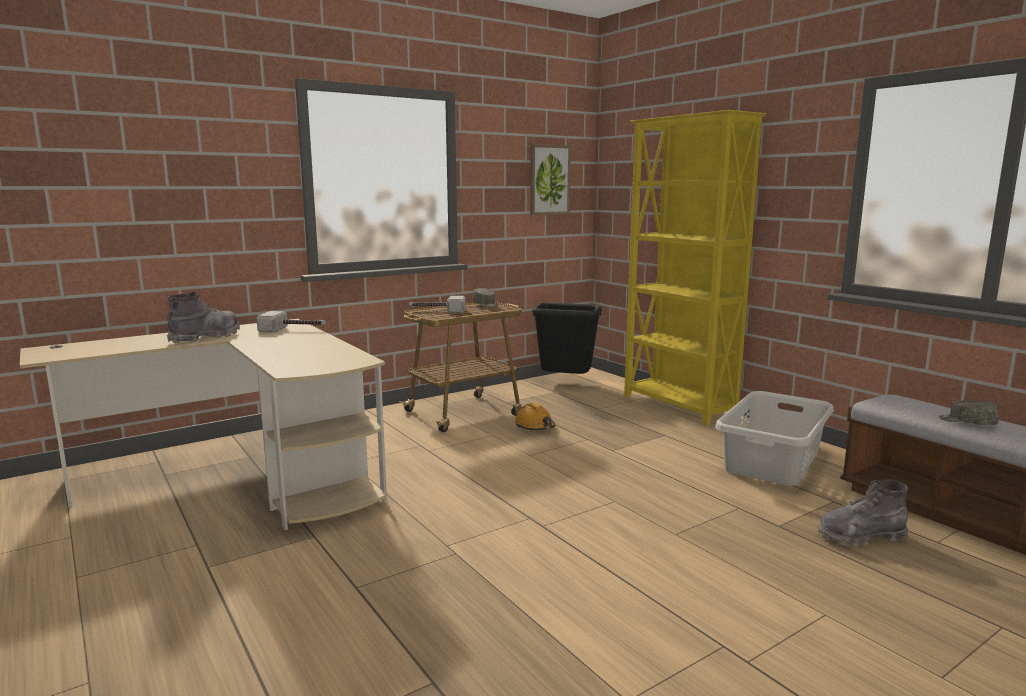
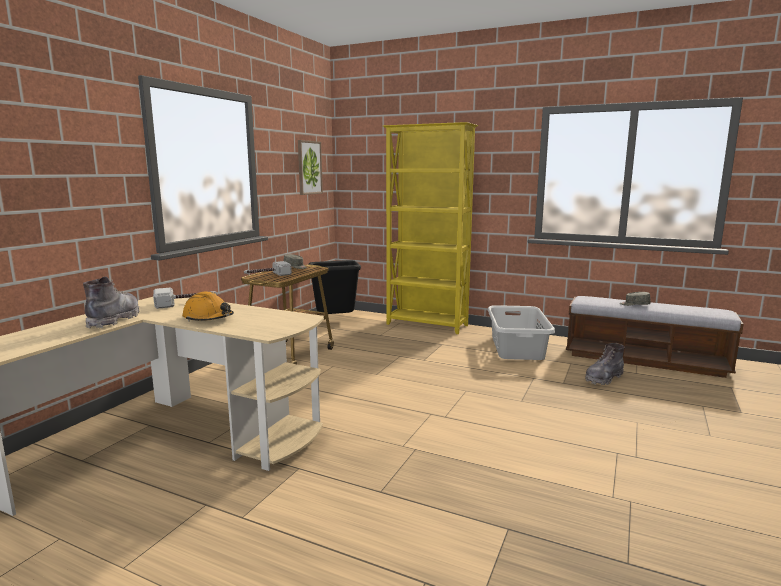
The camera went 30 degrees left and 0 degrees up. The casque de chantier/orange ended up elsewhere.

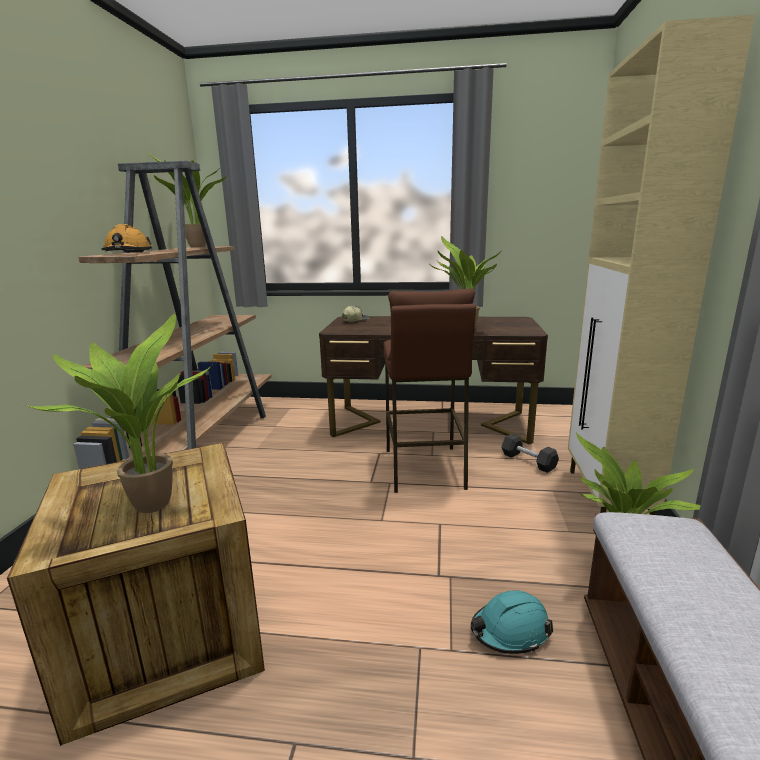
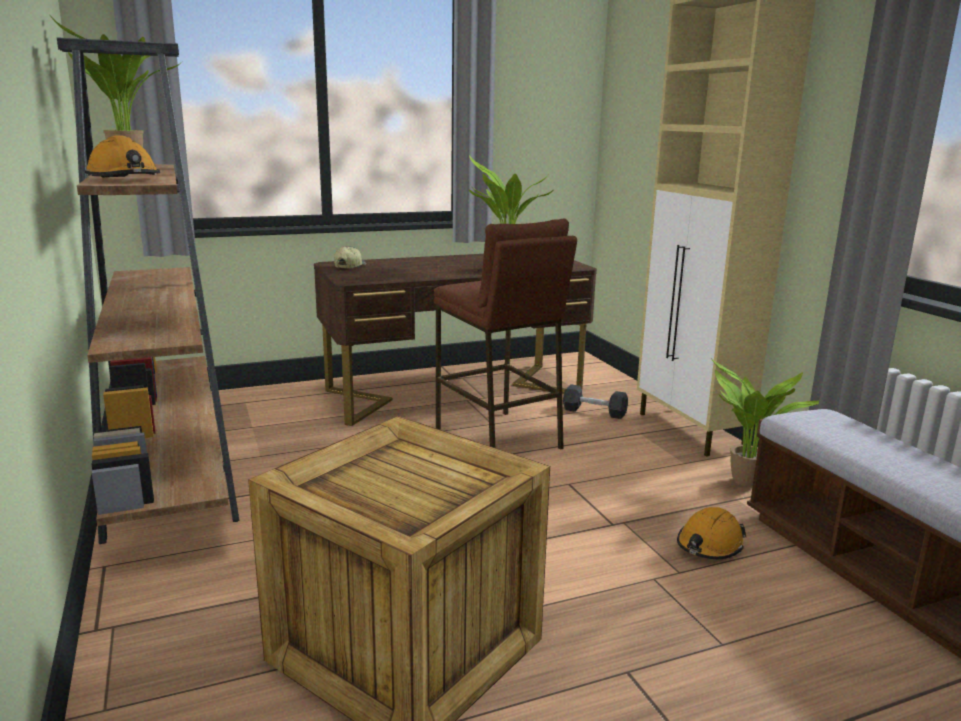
The camera went 30 degrees left and 0 degrees up. The second view lost the plante en pot (no. 1 from left). What was the casque de chantier/turquoise turned into the casque de chantier/orange (no. 2 from left).

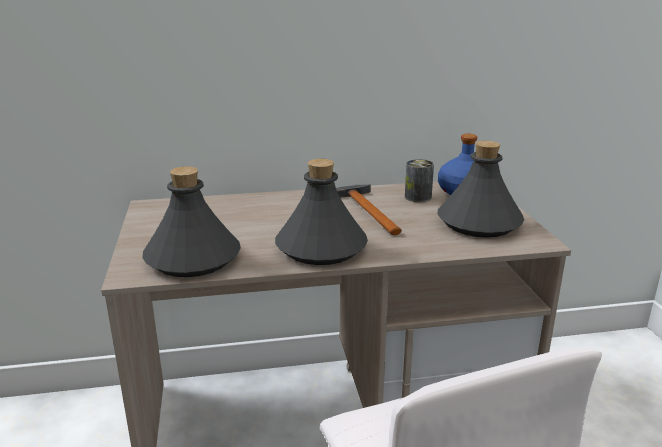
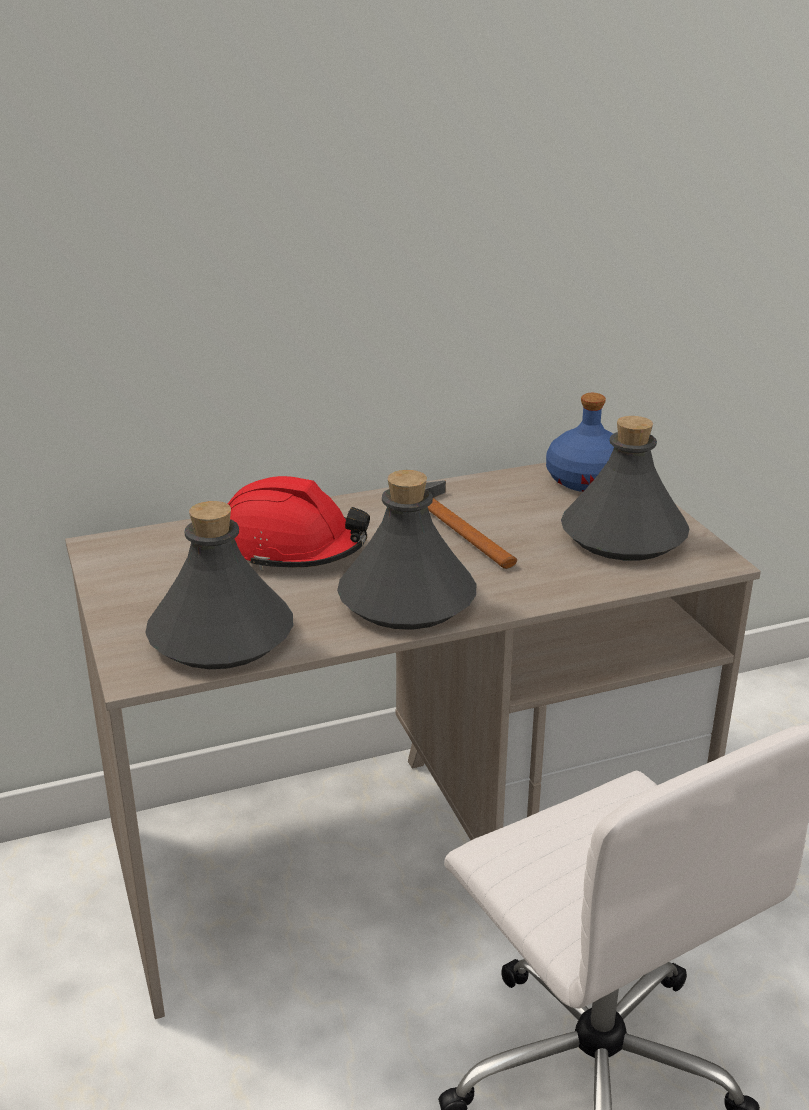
The camera went 10 degrees left and 5 degrees up. The second view lost the boîte métallique. The second view gained the casque de chantier/rouge.

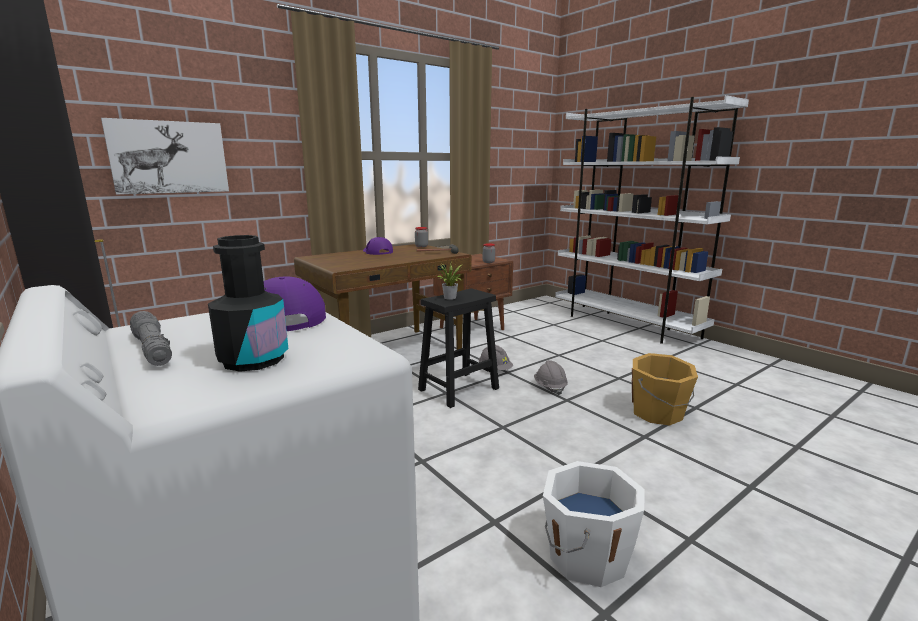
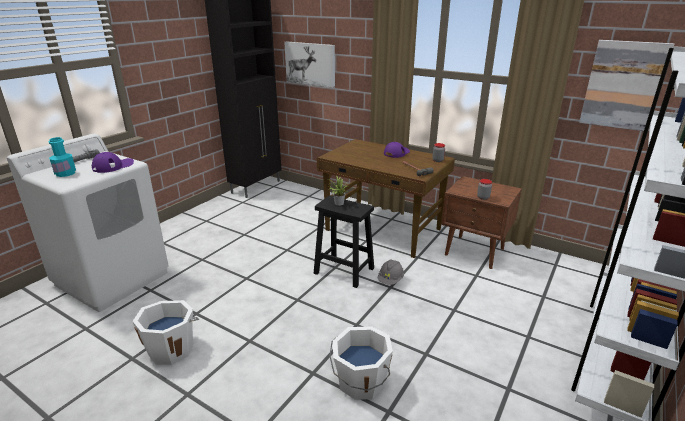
The camera went 70 degrees right and 10 degrees up. What was the bouteille/noir turned into the bouteille/turquoise. What was the seau/orange turned into the seau/blanc (no. 2 from left). The second view lost the casque de chantier/gris (no. 2 from left). The second view gained the tableau (no. 2 from left).

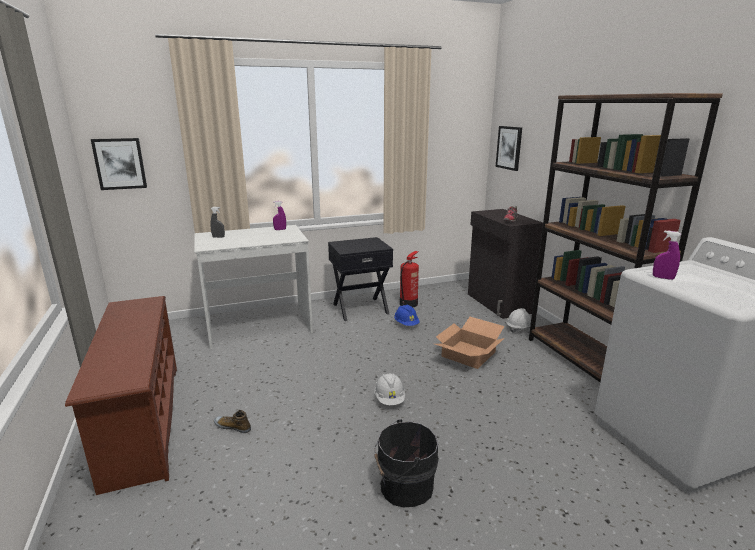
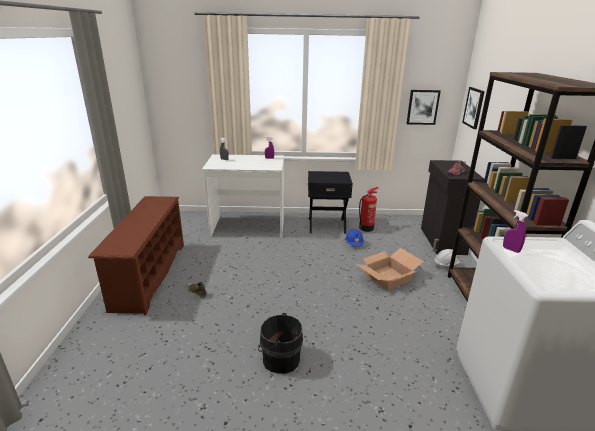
The camera went 20 degrees right and 5 degrees up. The tableau (no. 1 from left) ended up elsewhere. The second view lost the casque de chantier/blanc (no. 1 from left).

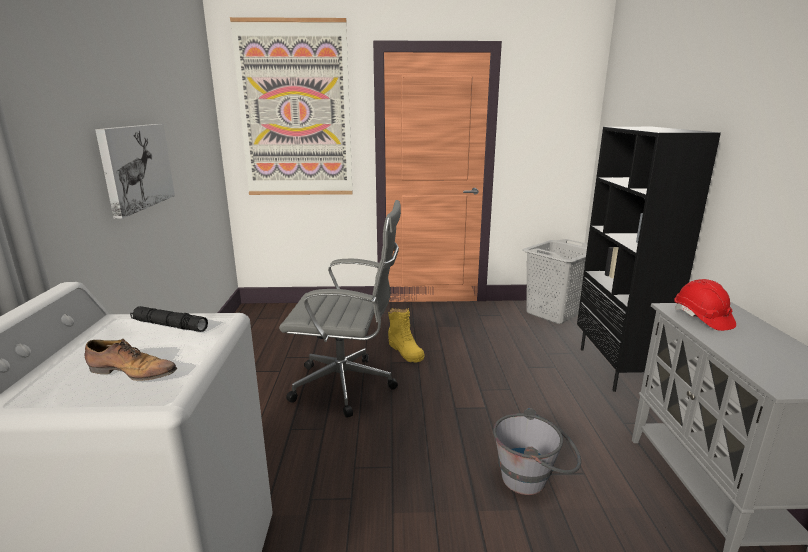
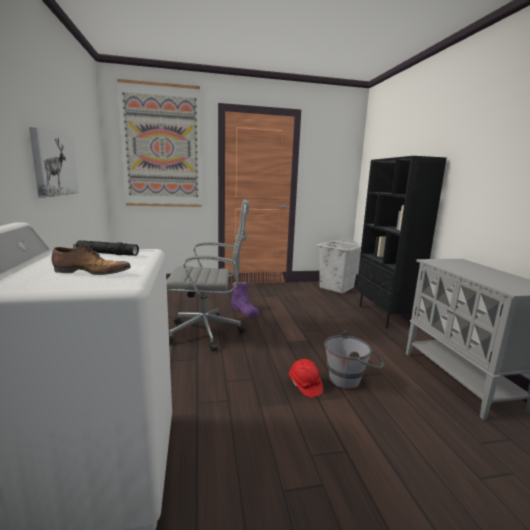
The camera went 10 degrees left and 5 degrees down. The casque de chantier/rouge ended up elsewhere. What was the botte/jaune turned into the botte/violet.

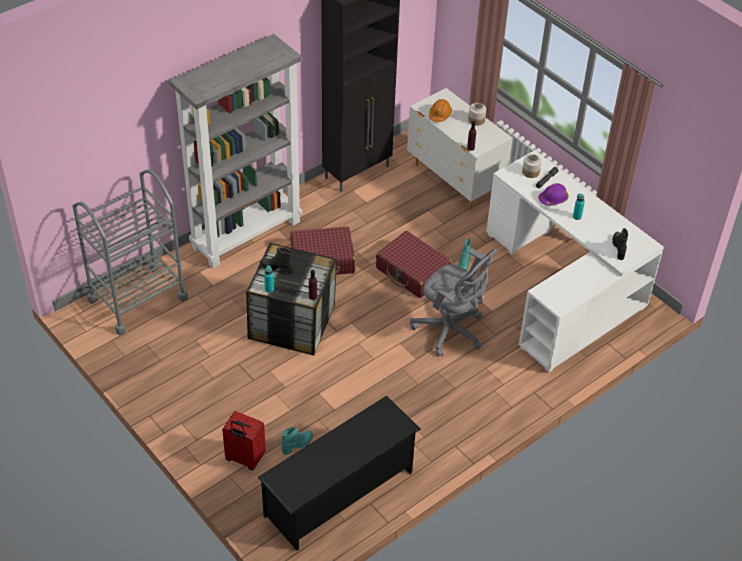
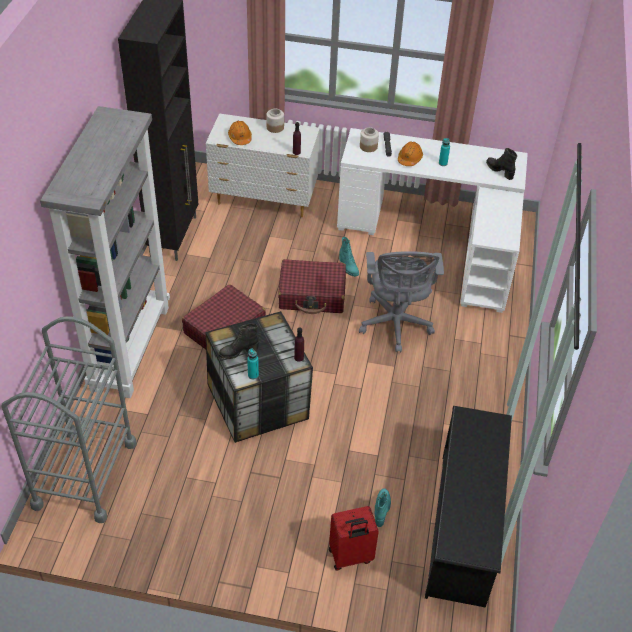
The camera went 40 degrees left and 0 degrees up. What was the casque de chantier/violet turned into the casque de chantier/orange (no. 2 from left). The chaise de bureau/gris ended up facing another way, 90 degrees clockwise from before.

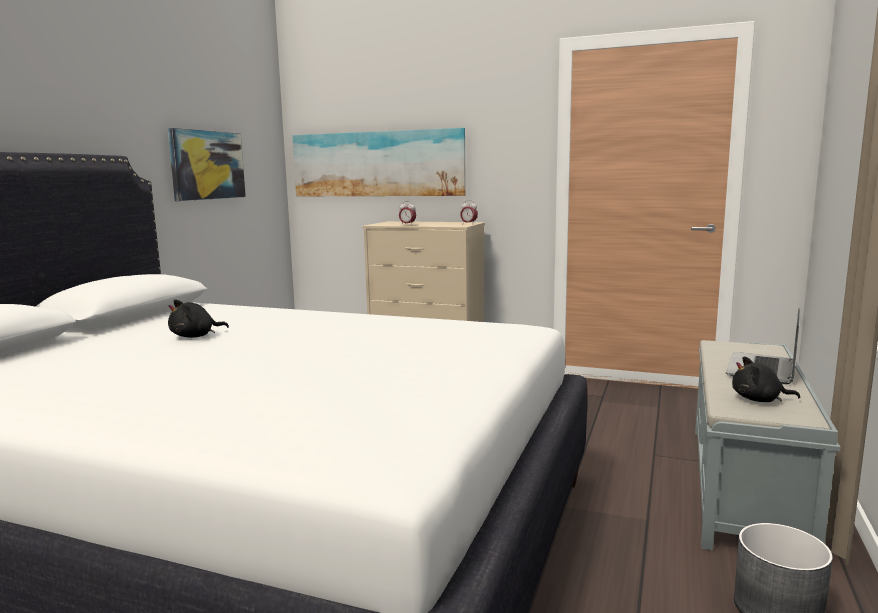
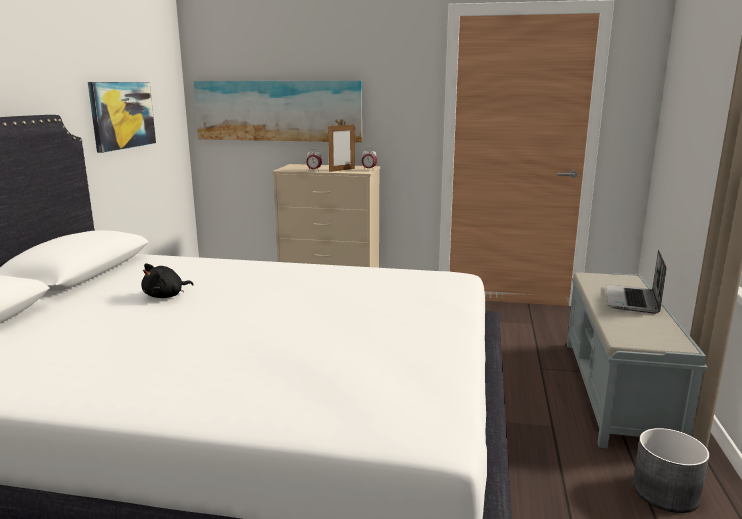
The camera went 10 degrees left and 5 degrees up. The second view lost the peluche/noir (no. 2 from left). The second view gained the cadre photo.

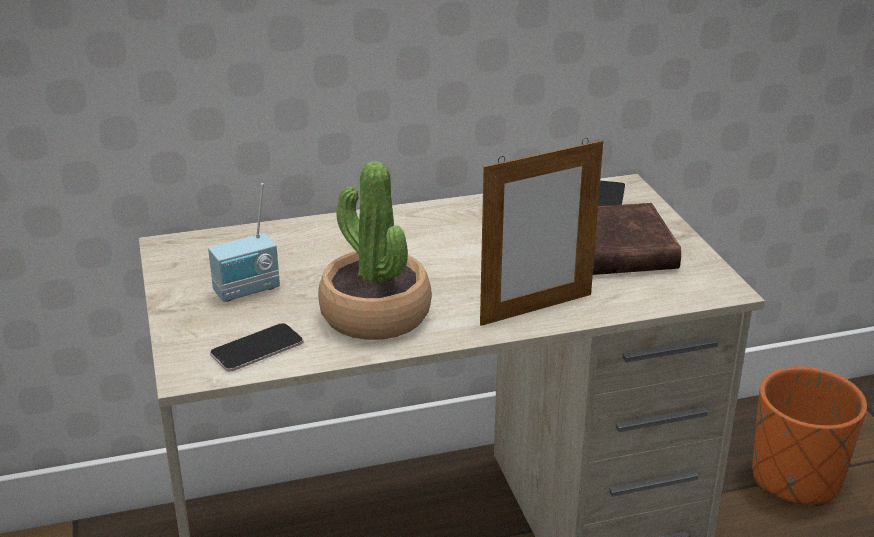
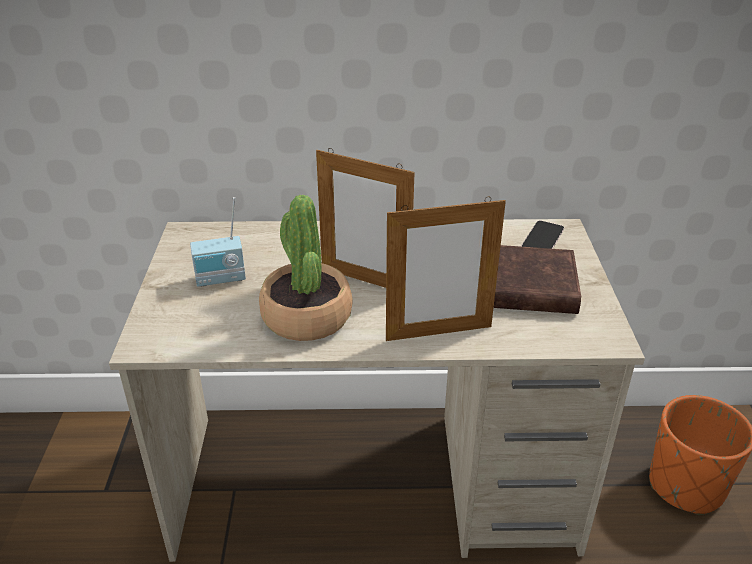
The camera went 15 degrees right and 5 degrees up. The second view lost the téléphone (no. 1 from left). The second view gained the cadre photo (no. 1 from left).

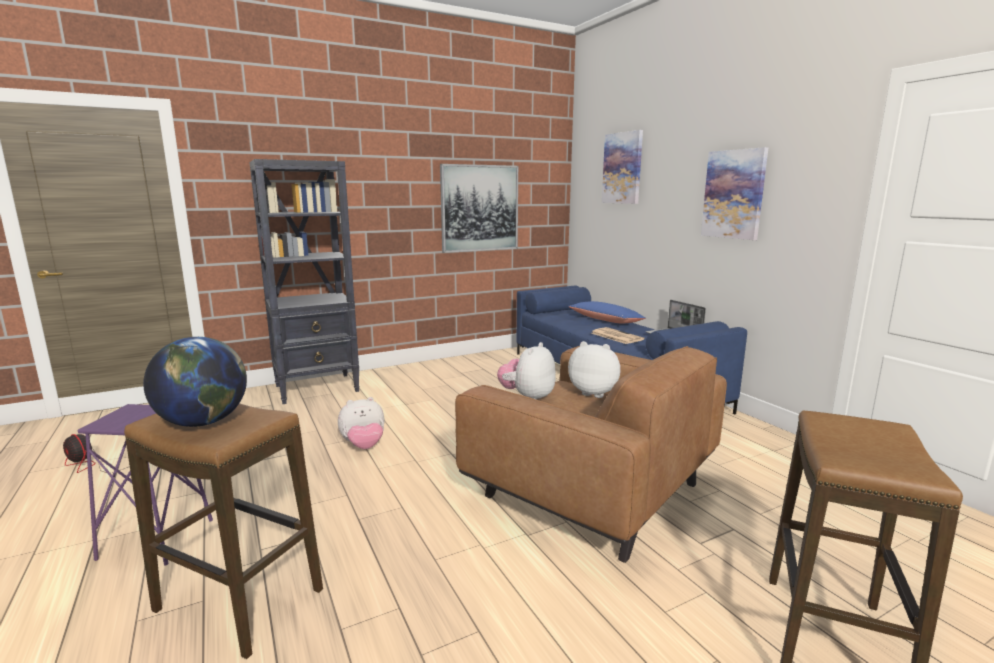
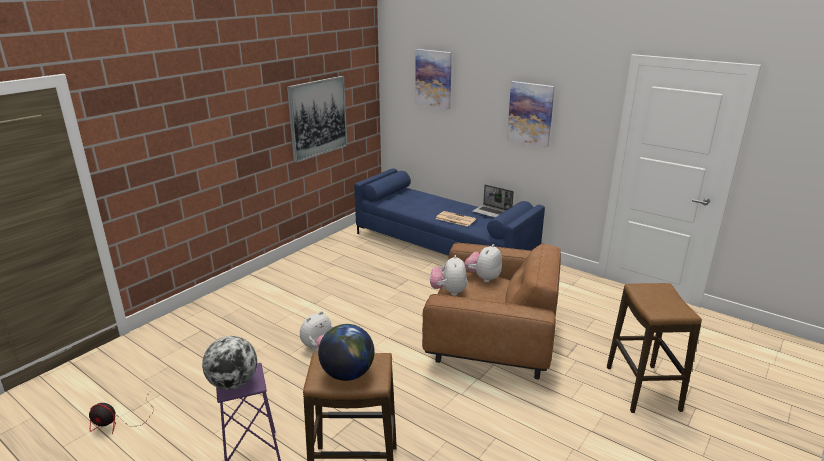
The camera went 25 degrees left and 10 degrees up. The second view lost the bibliothèque/noir. The second view lost the coussin/bleu. The peluche (no. 3 from left) ended up facing another way, 60 degrees counterclockwise from before. The second view gained the globe (no. 1 from left).

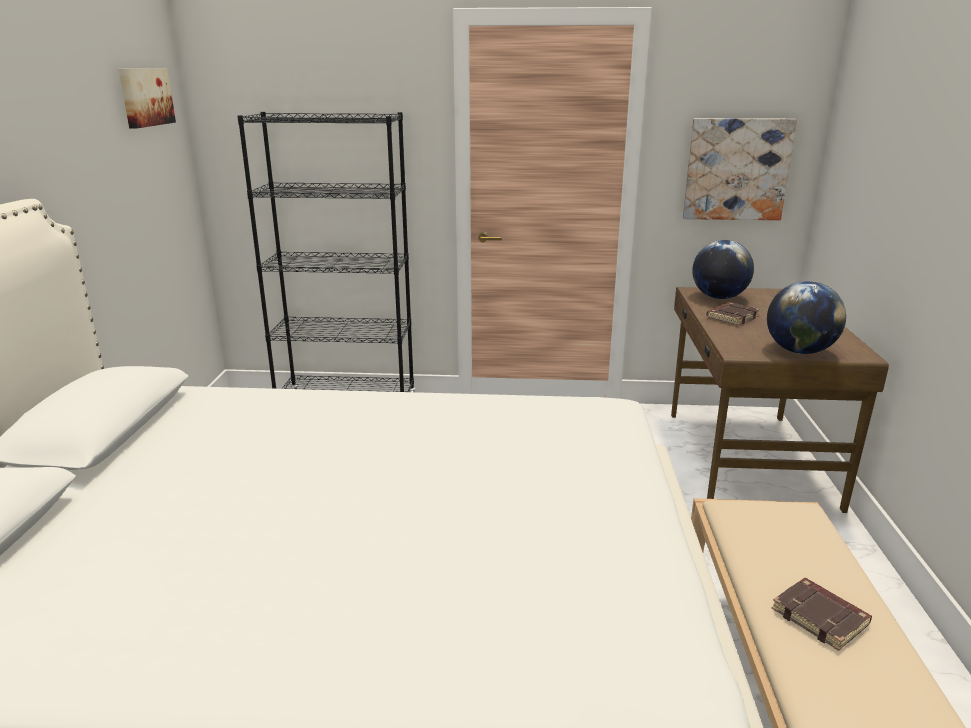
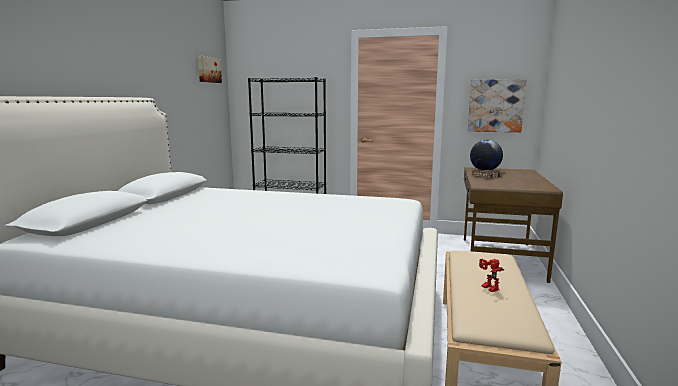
The camera went 10 degrees right and 10 degrees down. The second view lost the globe (no. 2 from left). Where the livre/marron (no. 2 from left) stood, the robot jouet came to stand.

